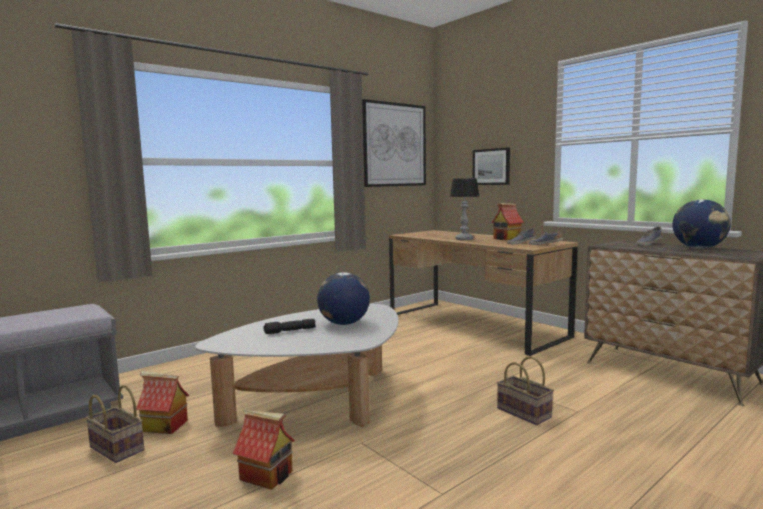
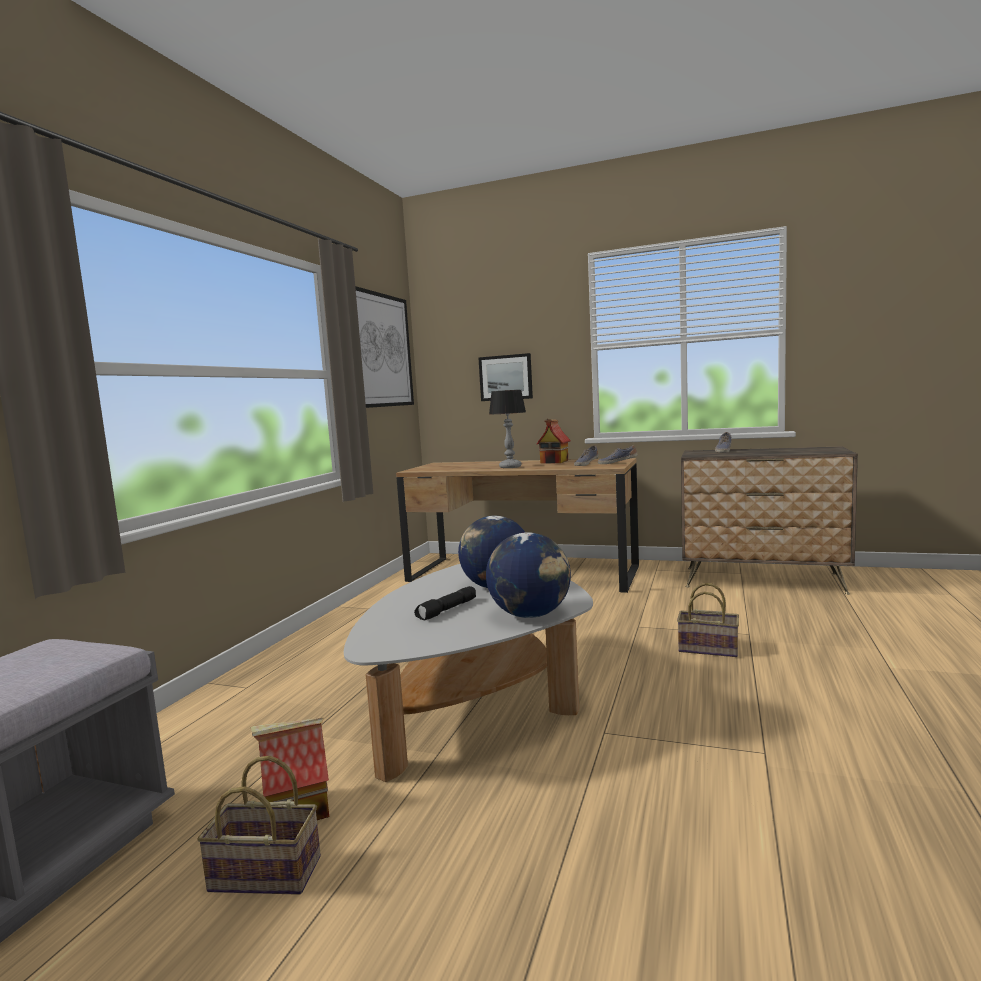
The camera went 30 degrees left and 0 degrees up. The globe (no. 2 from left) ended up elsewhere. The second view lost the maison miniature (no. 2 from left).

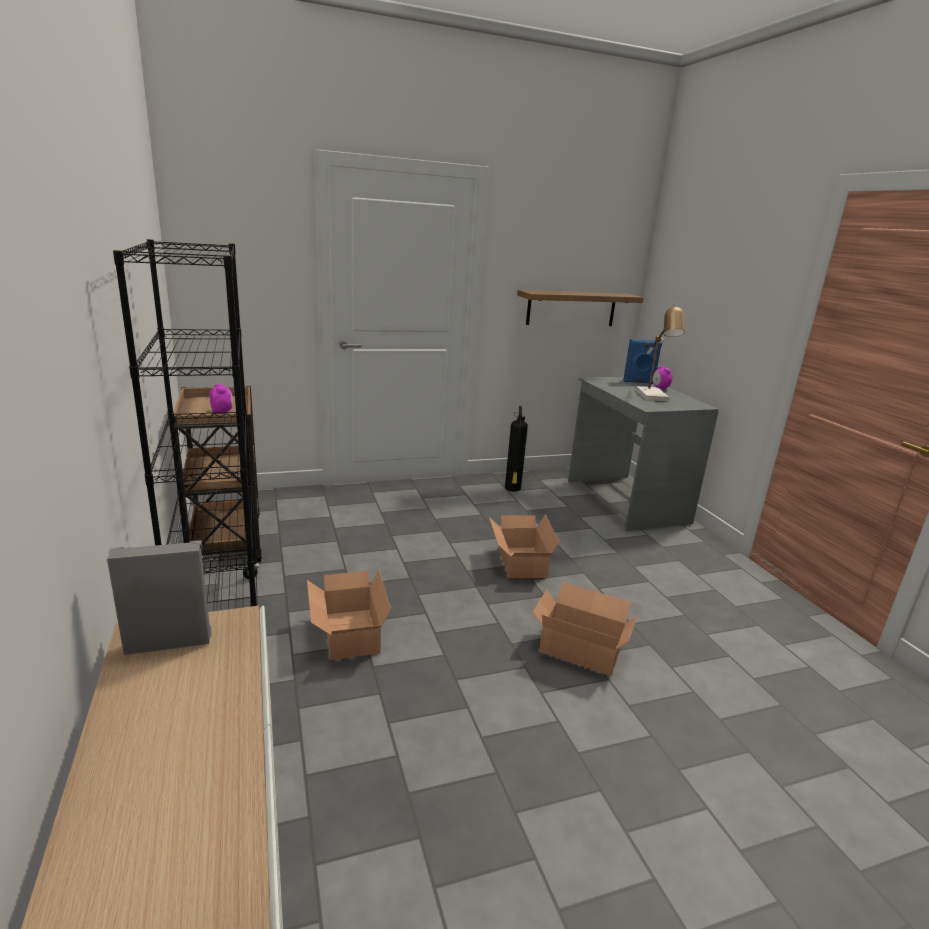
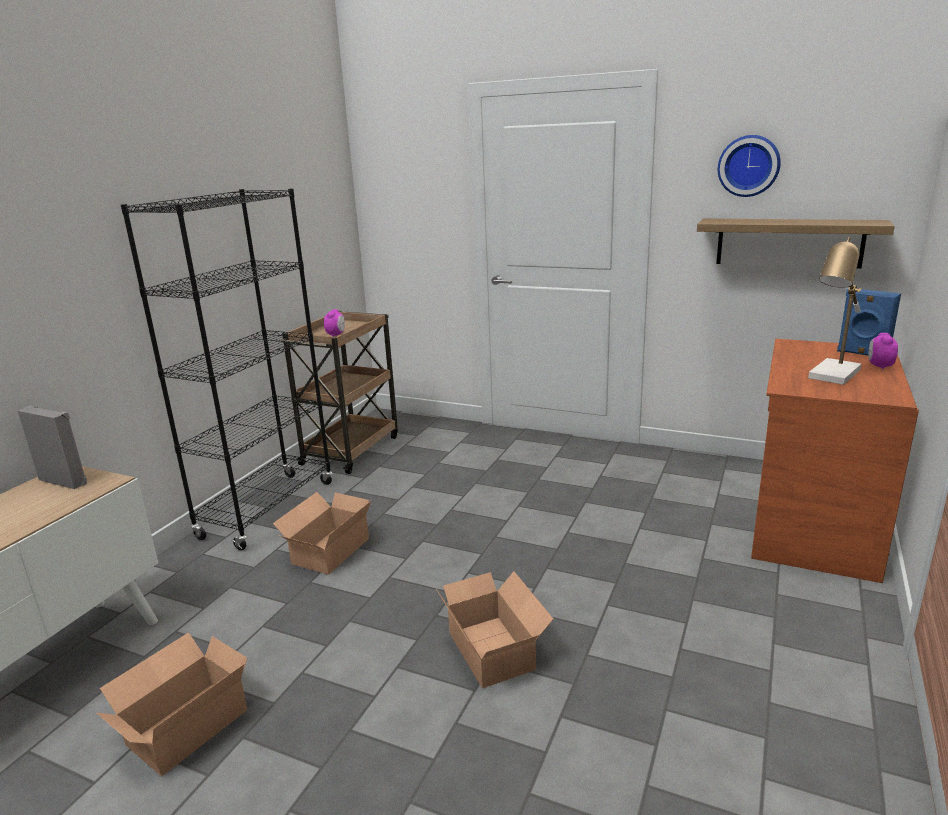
The camera went 45 degrees right and 0 degrees up. What was the bureau/gris turned into the bureau/marron. The second view lost the extincteur. The carton (no. 2 from left in the first image) ended up elsewhere. The second view gained the horloge murale.

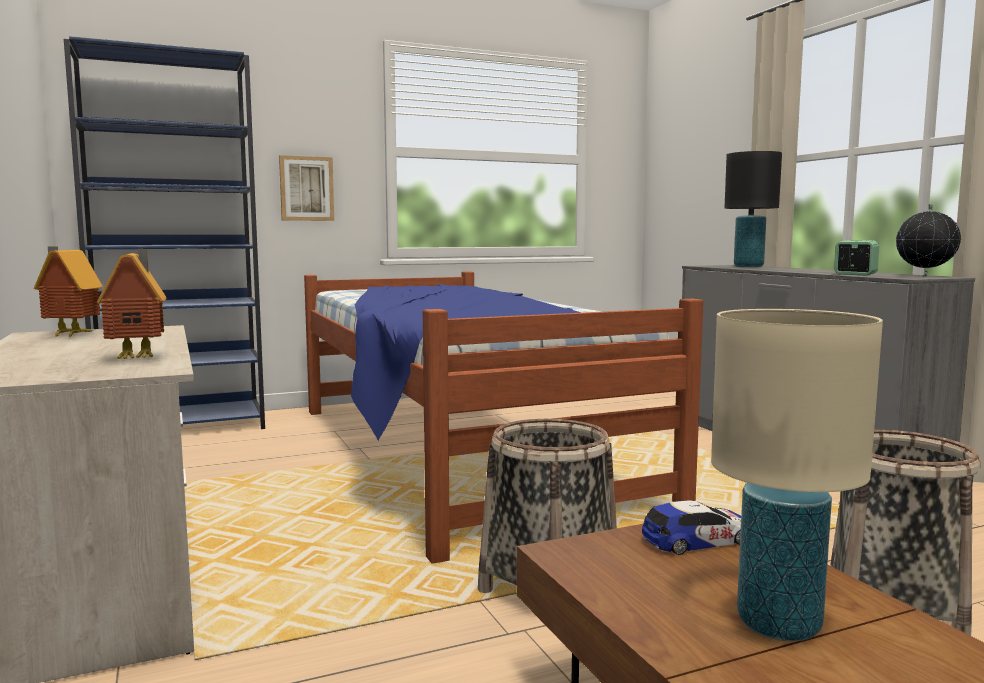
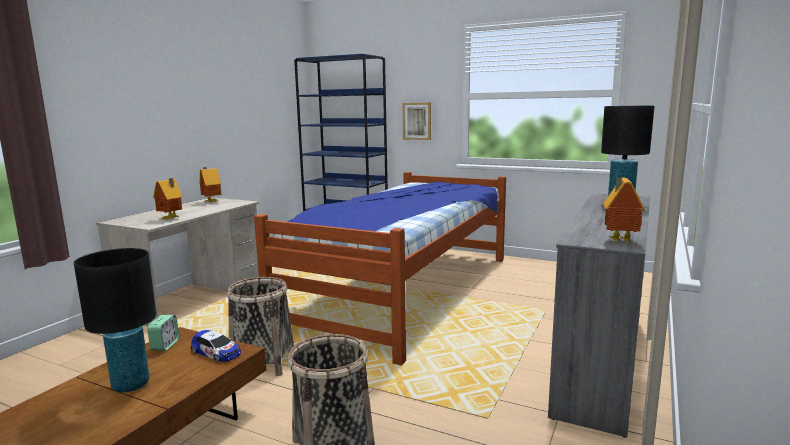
The camera went 50 degrees right and 5 degrees up. Where the globe stood, the maison miniature (no. 3 from left) came to stand. The réveil ended up elsewhere. What was the lampe de table/beige turned into the lampe de table/noir (no. 1 from left).

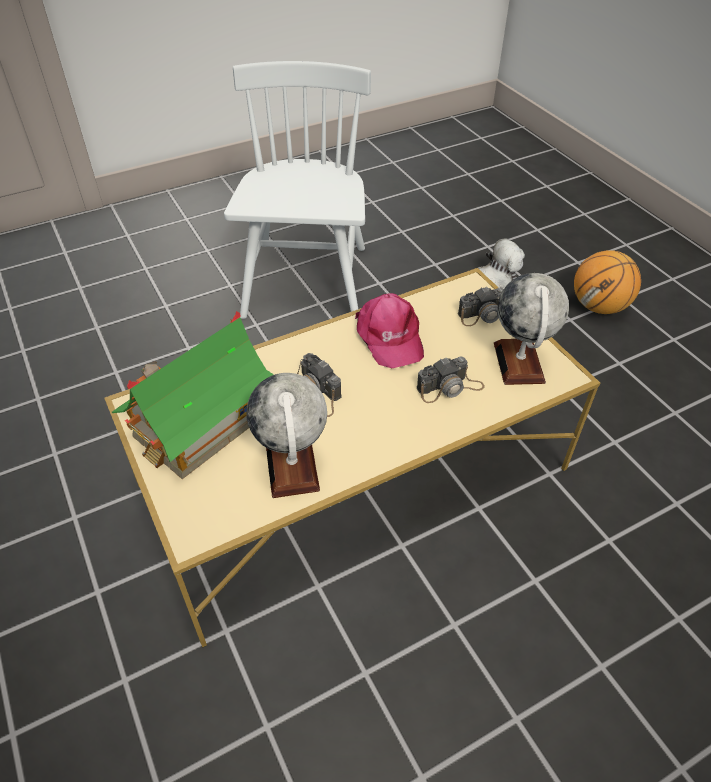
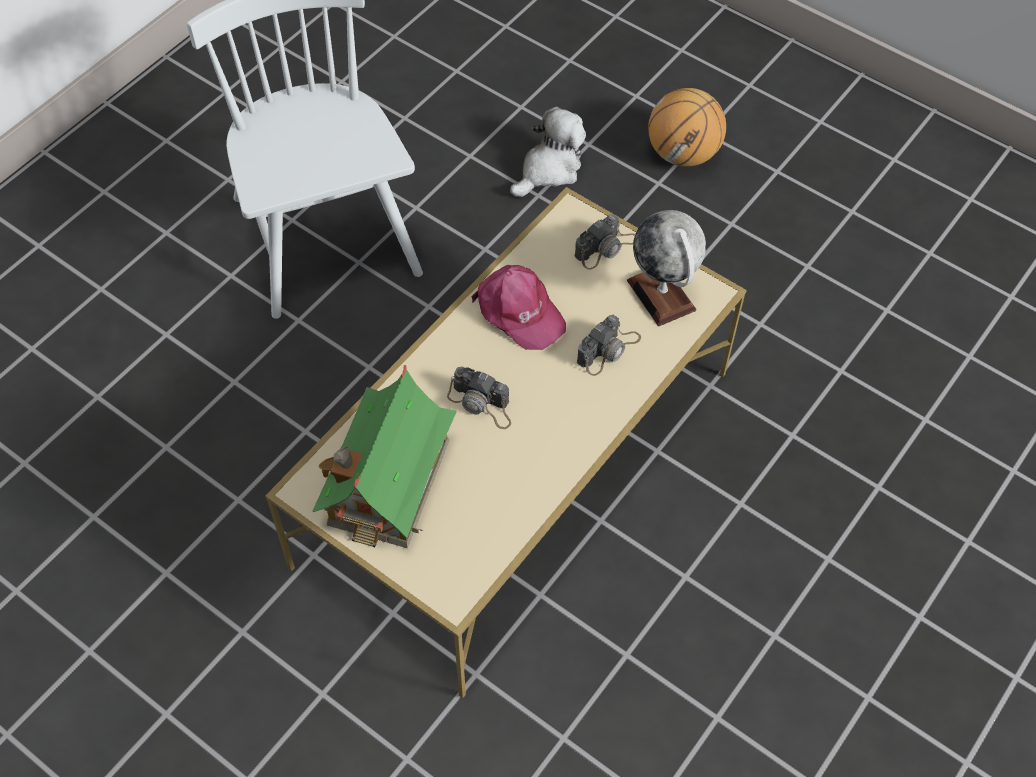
The camera went 25 degrees left and 10 degrees up. The second view lost the globe (no. 1 from left).

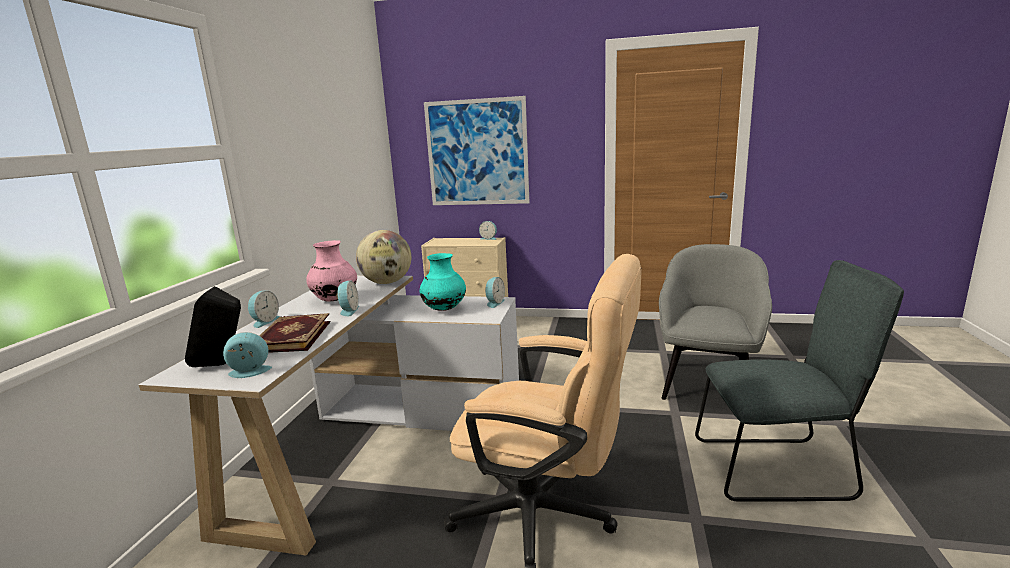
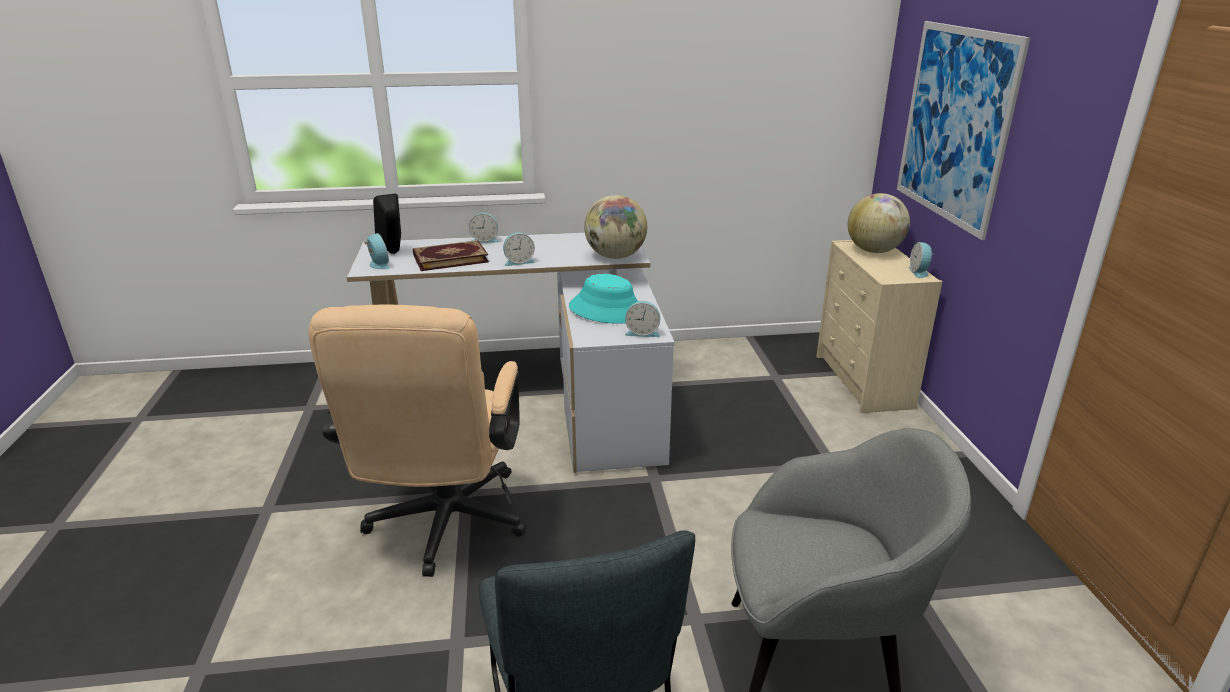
The camera went 70 degrees right and 10 degrees up. The second view lost the vase/rose. Where the vase/turquoise stood, the chapeau/turquoise came to stand. The second view gained the globe (no. 2 from left).

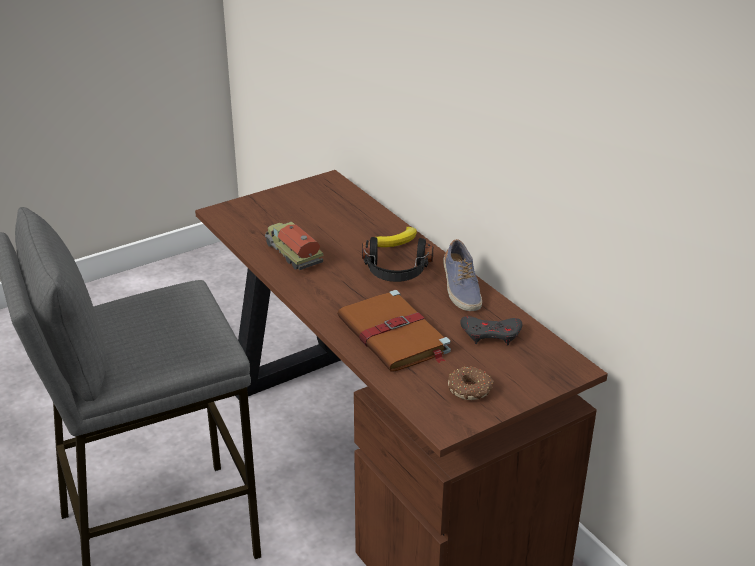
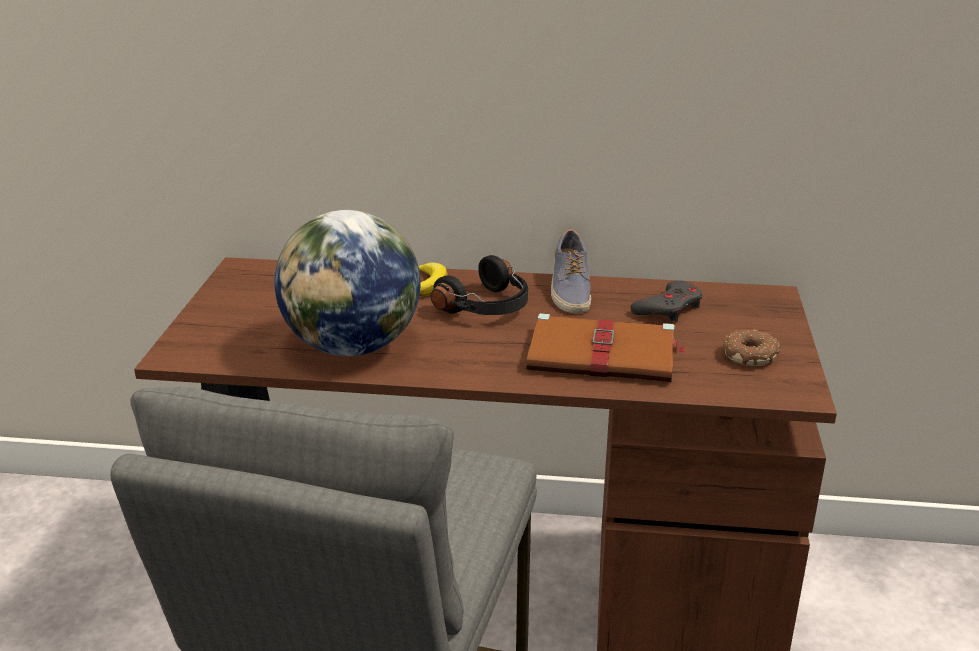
The camera went 50 degrees left and 5 degrees down. Where the camion jouet stood, the globe came to stand. The chaussure ended up facing another way, 60 degrees clockwise from before.

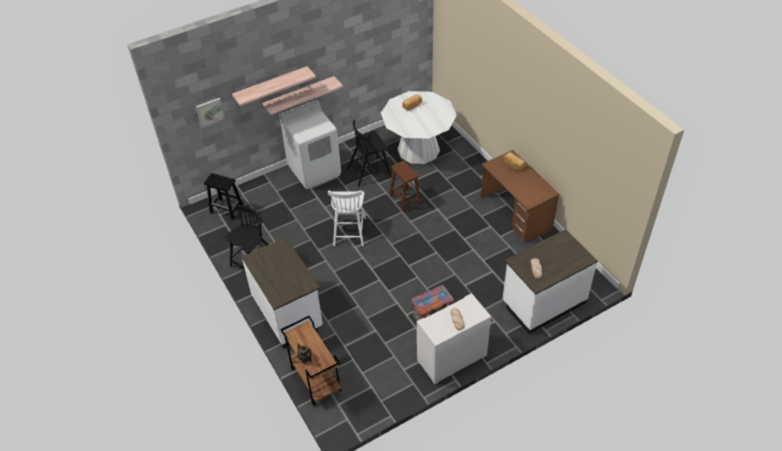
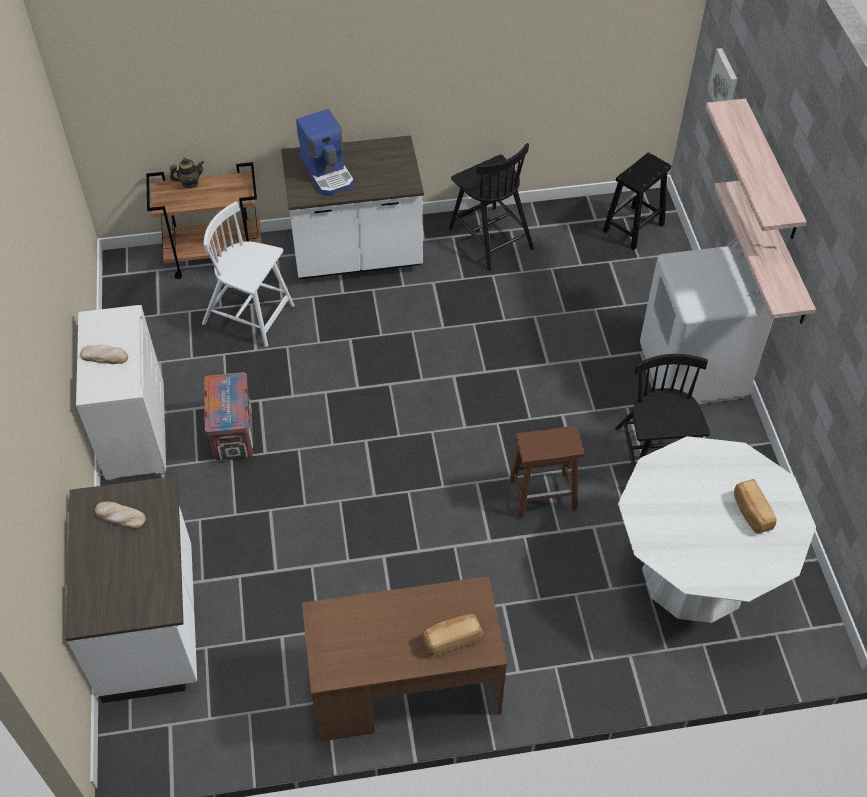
The camera went 110 degrees right and 5 degrees up. The chaise/blanc ended up elsewhere. The second view gained the machine à café.

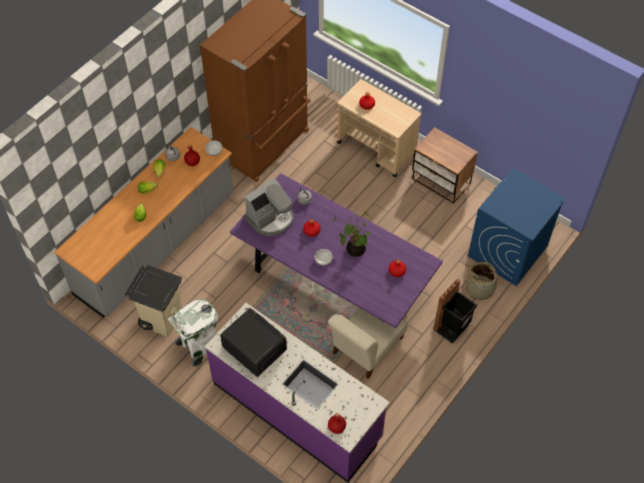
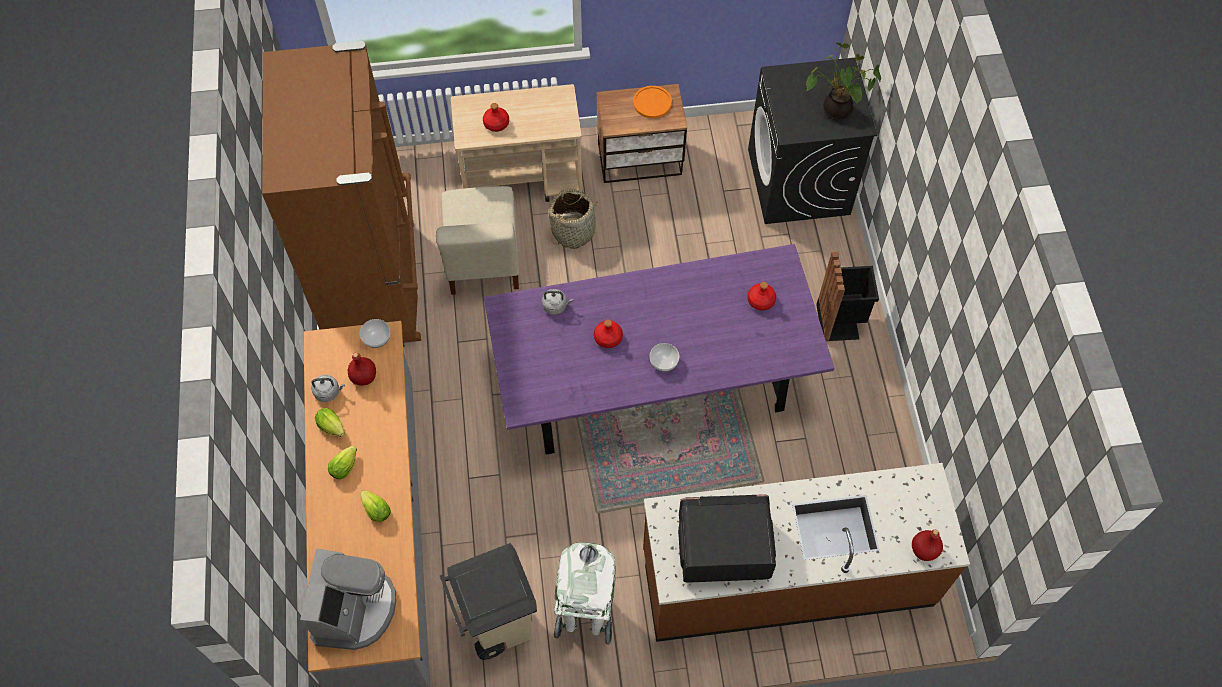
The camera went 45 degrees left and 5 degrees up. What was the lave-linge/bleu turned into the lave-linge/noir. The machine à café ended up elsewhere. The plante en pot ended up elsewhere. The panier ended up elsewhere. What was the comptoir de cuisine/violet turned into the comptoir de cuisine/marron. The chaise/beige ended up elsewhere. The second view gained the assiette/orange.

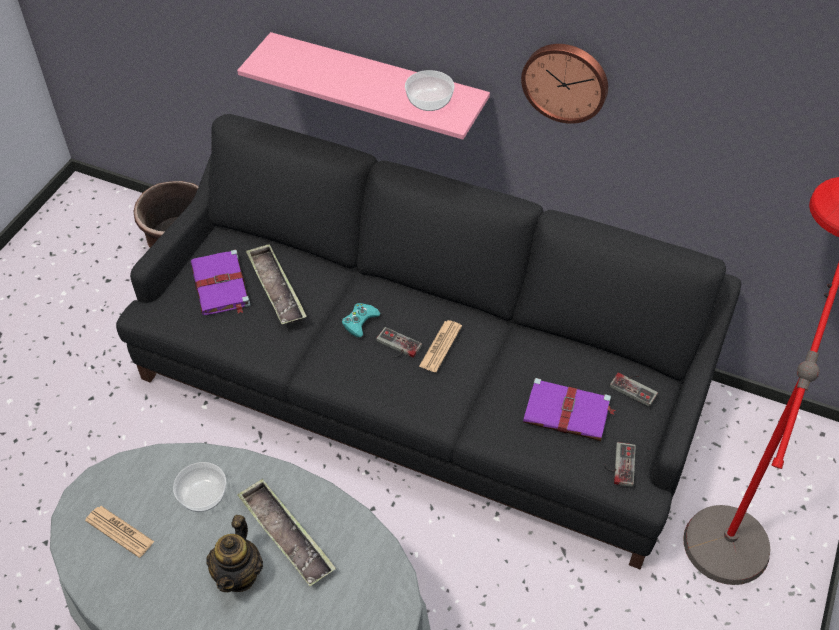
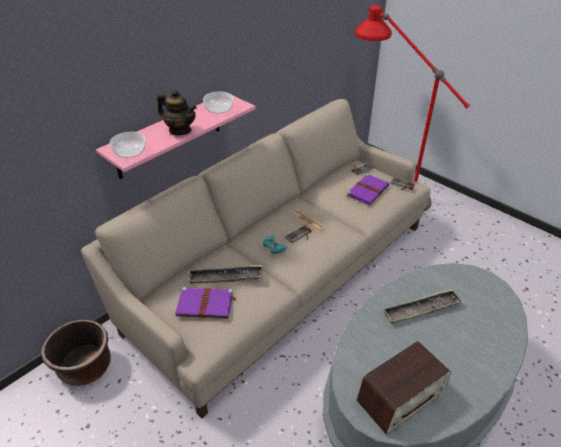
The camera went 70 degrees left and 10 degrees down. The second view lost the horloge murale. What was the canapé/noir turned into the canapé/beige. The bol (no. 1 from left) ended up elsewhere. Where the journal (no. 1 from left) stood, the radio came to stand. The théière ended up elsewhere.

